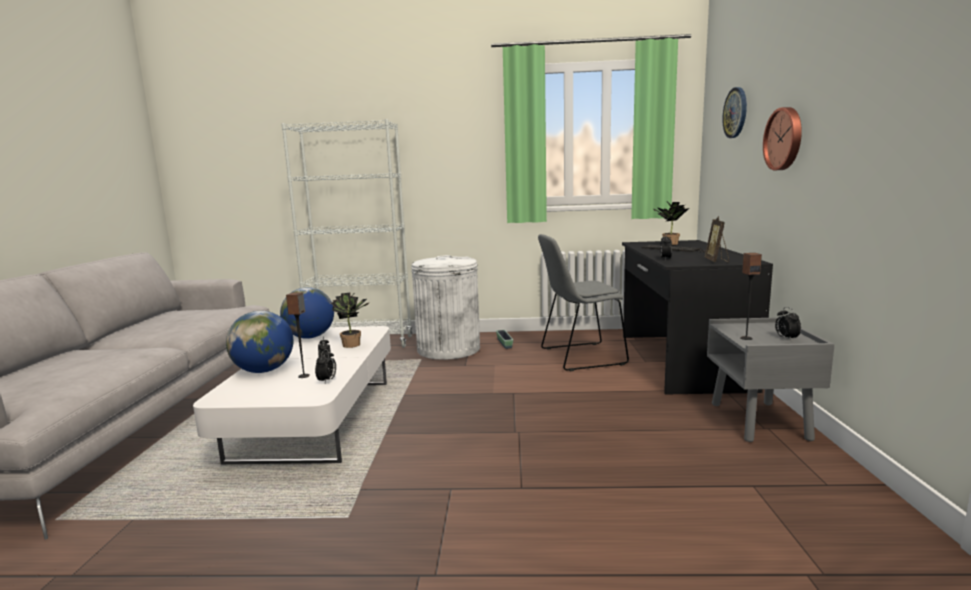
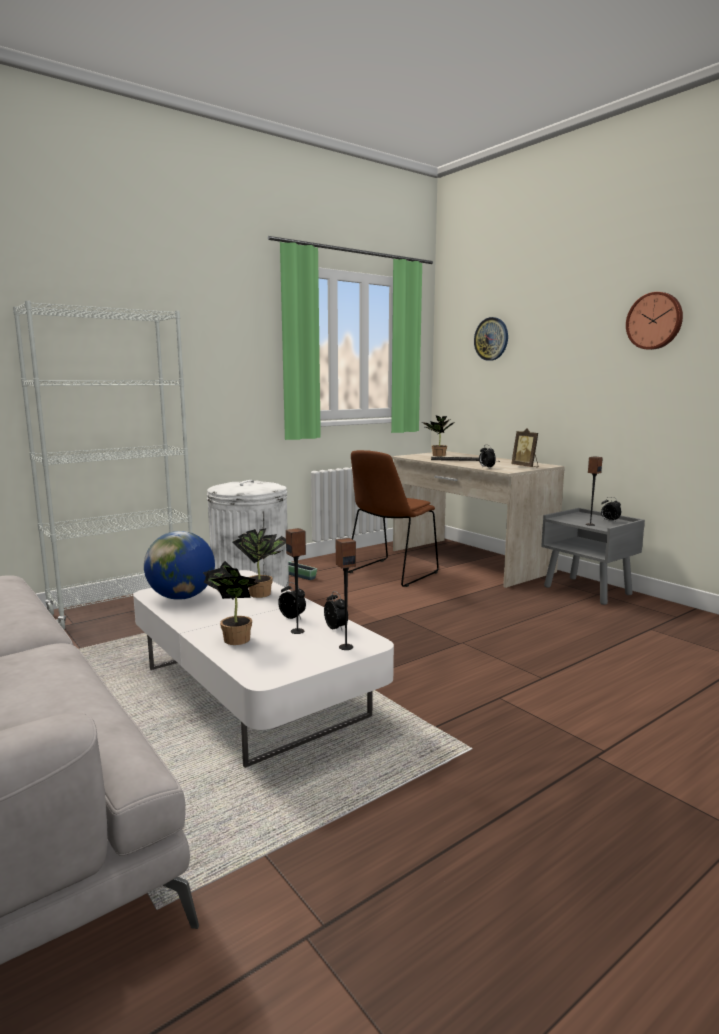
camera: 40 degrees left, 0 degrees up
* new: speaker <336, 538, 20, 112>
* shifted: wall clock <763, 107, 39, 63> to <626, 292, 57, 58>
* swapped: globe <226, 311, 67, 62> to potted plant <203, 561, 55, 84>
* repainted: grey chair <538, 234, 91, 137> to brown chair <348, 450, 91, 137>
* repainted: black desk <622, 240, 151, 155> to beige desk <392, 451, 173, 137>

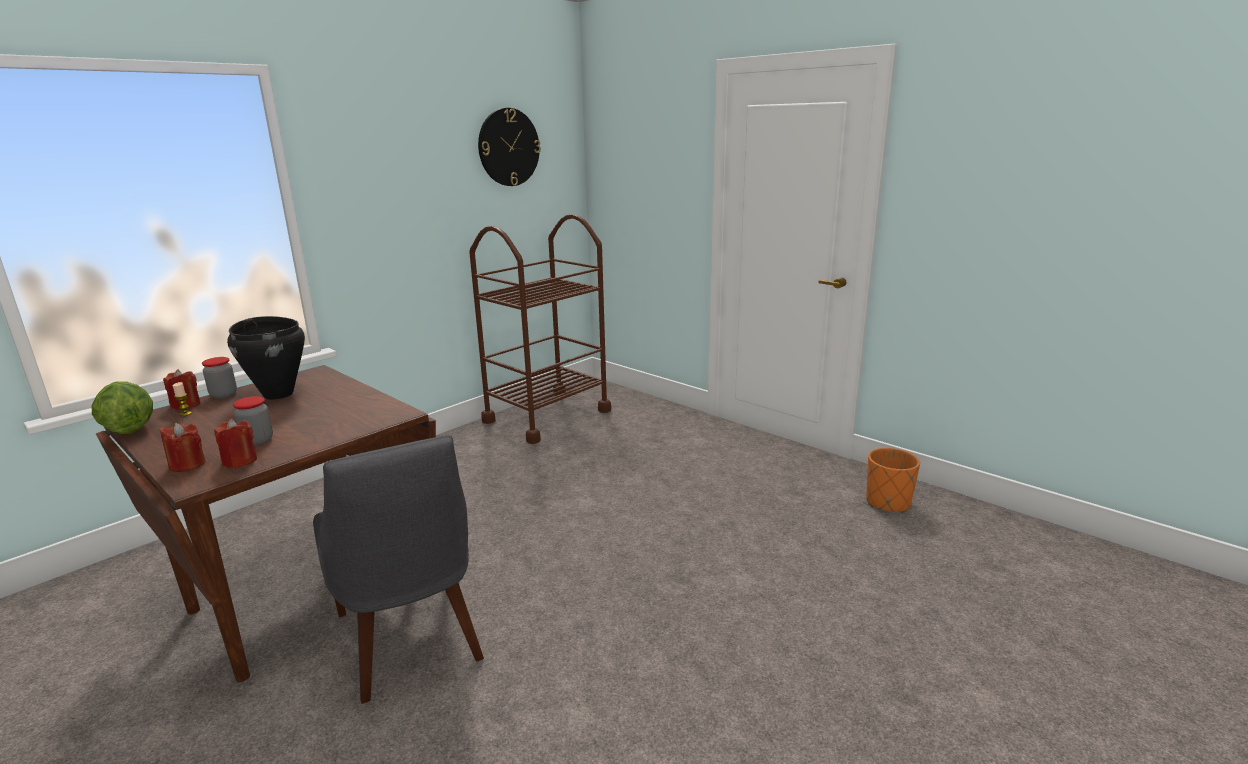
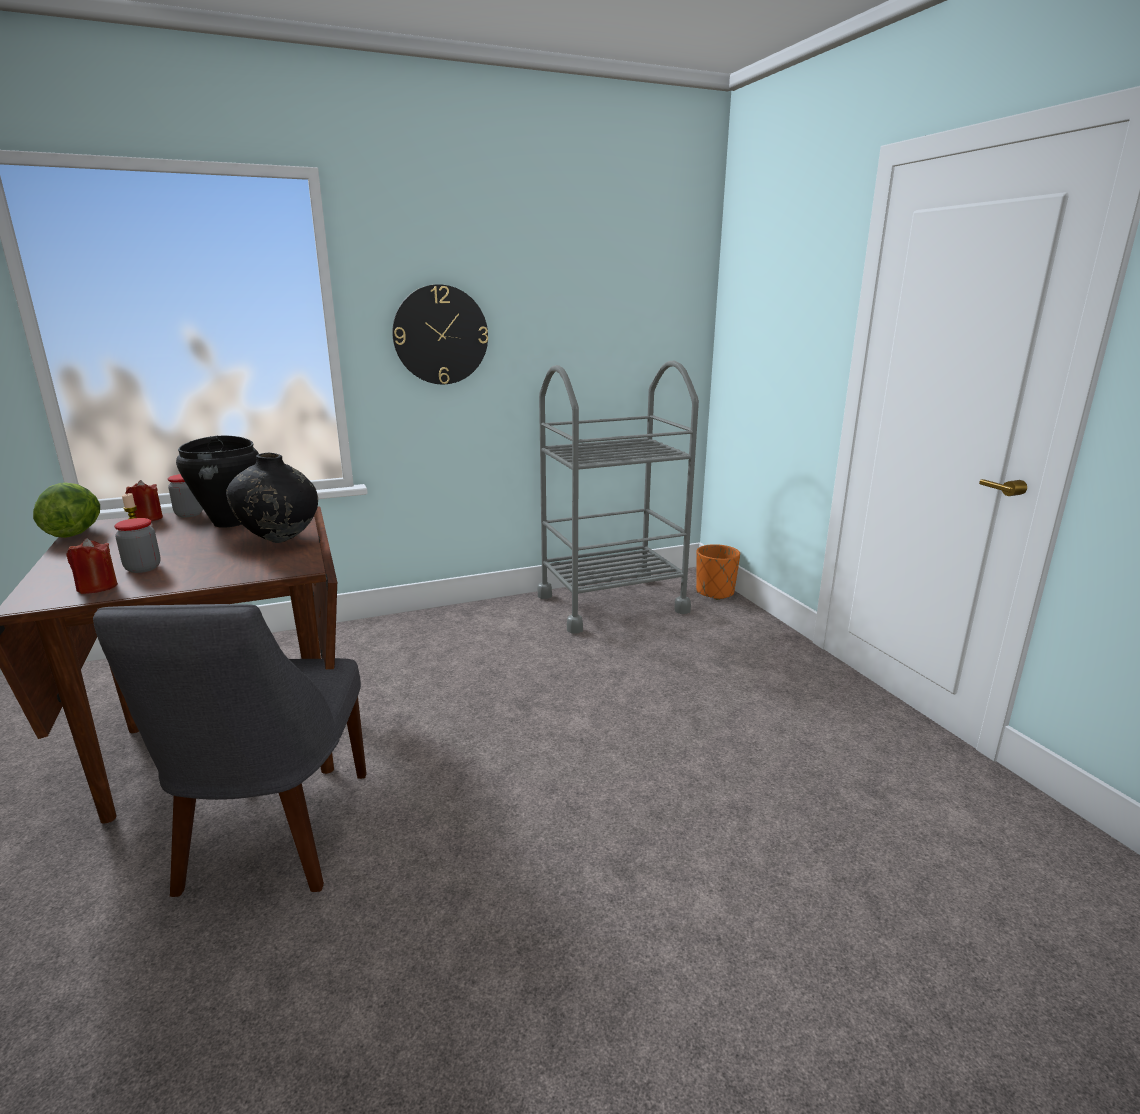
camera: 25 degrees right, 0 degrees up
* gone: red candle <160, 423, 45, 49>
* new: black vase <226, 453, 92, 90>
* shifted: wall clock <478, 108, 63, 78> to <392, 284, 96, 100>
* shifted: orange planter <866, 448, 54, 65> to <696, 544, 44, 56>
* repainted: brown cart <469, 214, 142, 230> to grey cart <538, 361, 161, 273>

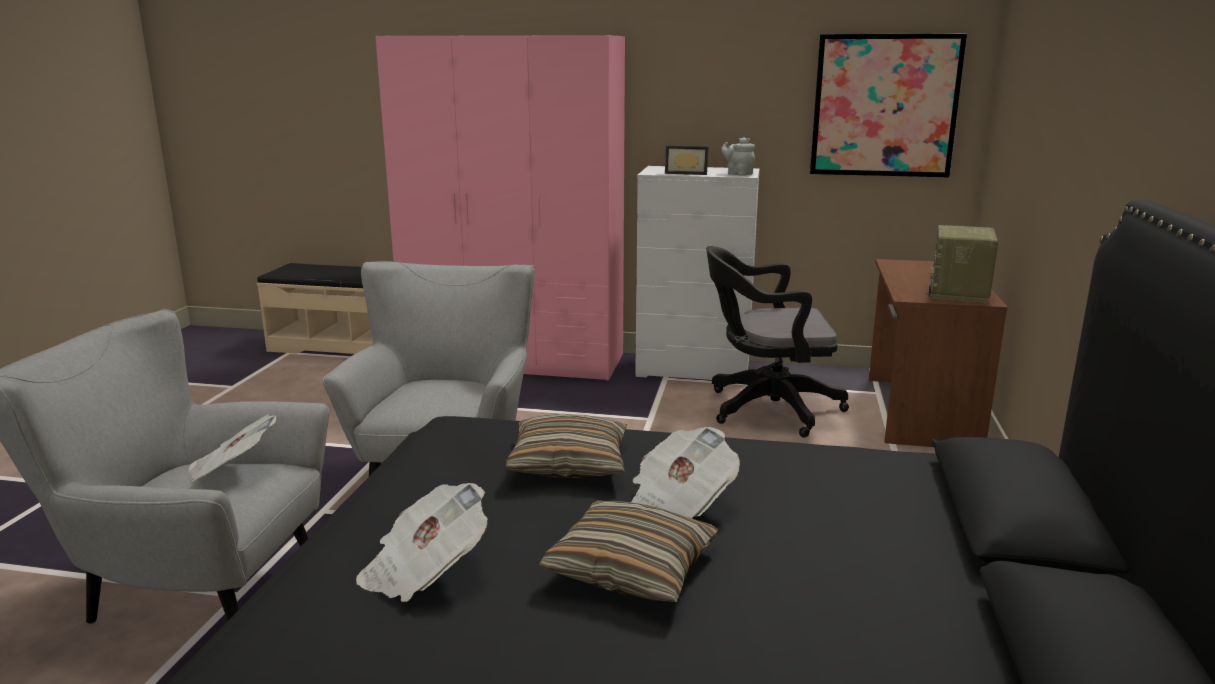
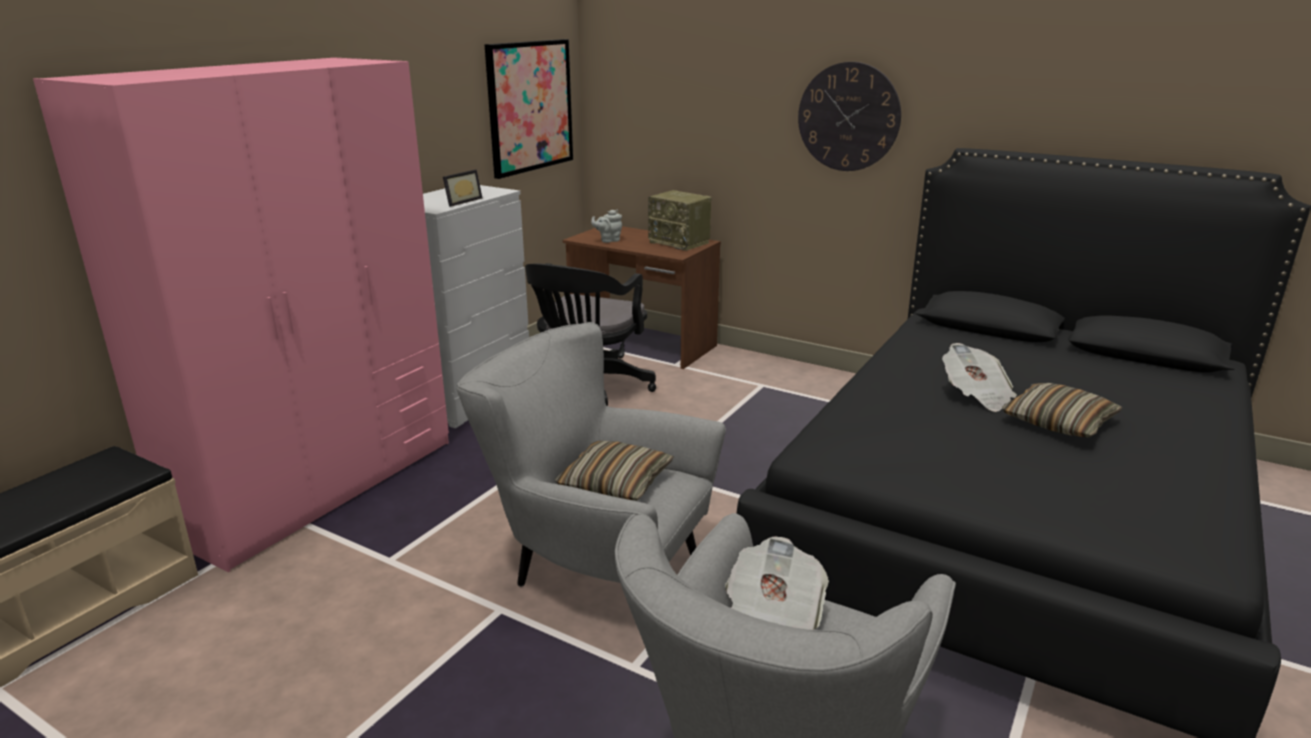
camera: 70 degrees left, 5 degrees up
* gone: newspaper <356, 483, 132, 119>
* new: wall clock <798, 62, 103, 109>
* shifted: pillow <506, 414, 121, 64> to <555, 441, 119, 60>
* shifted: grey teapot <721, 137, 34, 39> to <591, 210, 31, 33>

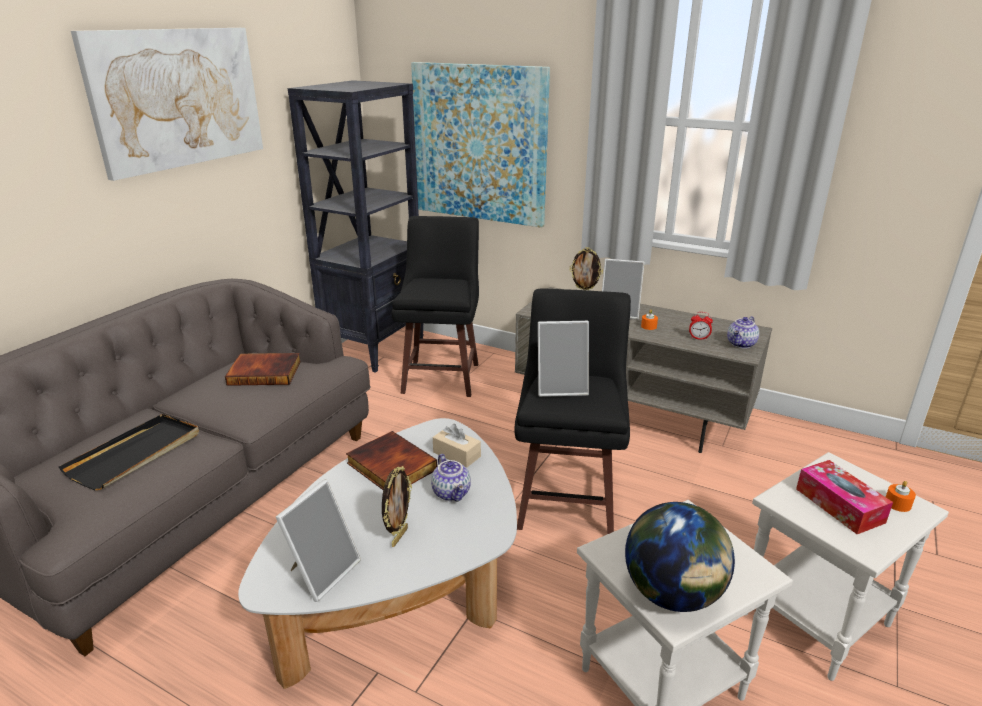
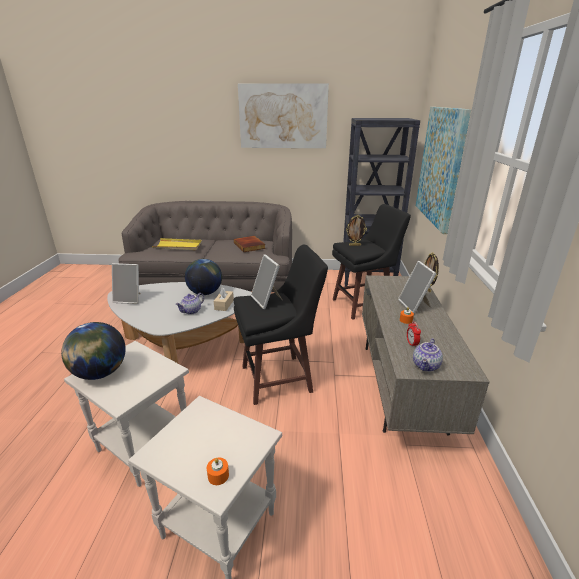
camera: 65 degrees right, 0 degrees up
* gone: tissue box <796, 460, 97, 74>
* shifted: picture frame <382, 466, 30, 81> to <346, 215, 21, 31>
* swapped: book <346, 431, 91, 59> to globe <185, 259, 37, 36>
* repainted: black tray <59, 414, 140, 76> to yellow tray <152, 238, 50, 12>
* rotated: teapot <727, 316, 32, 33> = <413, 338, 30, 34> 75 degrees counterclockwise

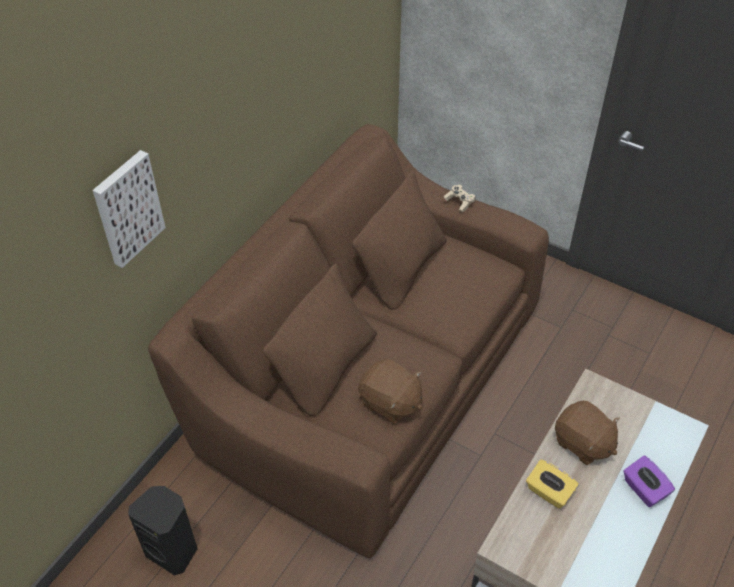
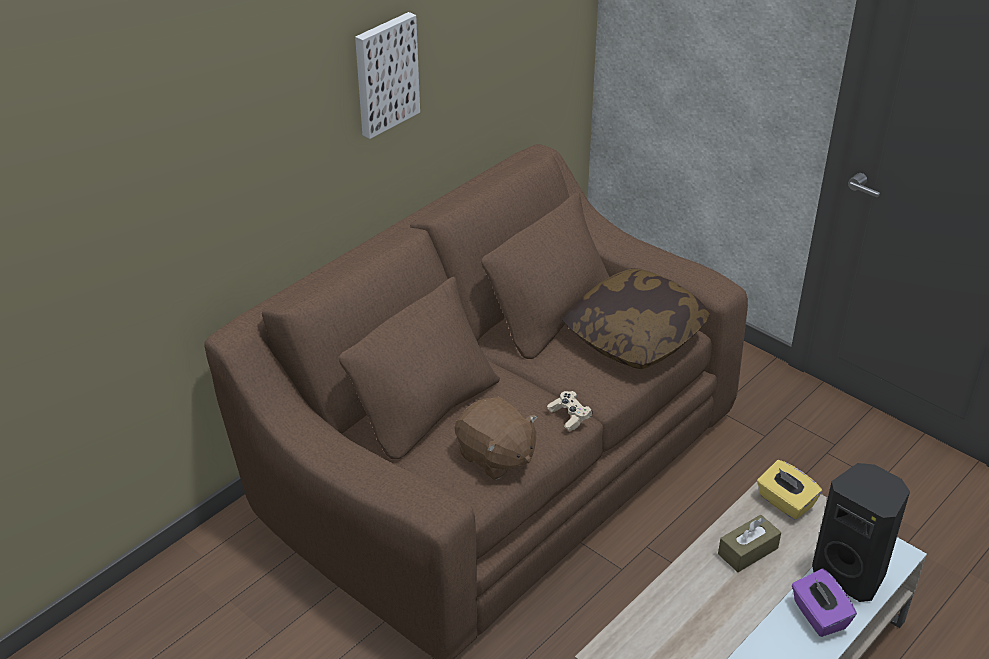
camera: 10 degrees right, 10 degrees down
* new: pillow <562, 268, 148, 101>
* shifted: picture <93, 150, 73, 118> to <355, 12, 65, 127>
* shifted: black speaker <129, 486, 69, 89> to <812, 463, 98, 139>
* shifted: beige game controller <444, 185, 32, 27> to <547, 391, 46, 41>
* shifted: yellow tissue box <526, 459, 53, 50> to <757, 460, 65, 60>
* swapped: brown plush toy <555, 401, 65, 64> to brown tissue box <718, 515, 63, 57>

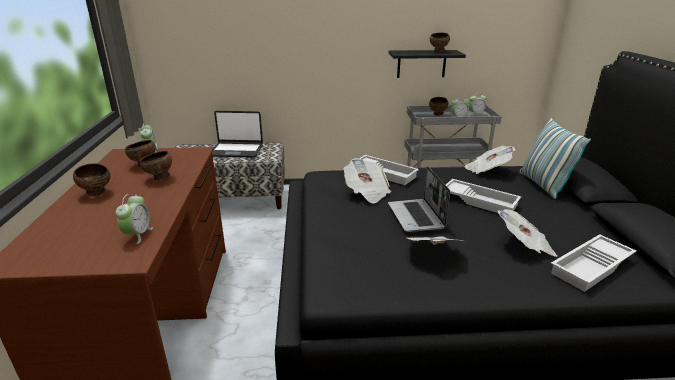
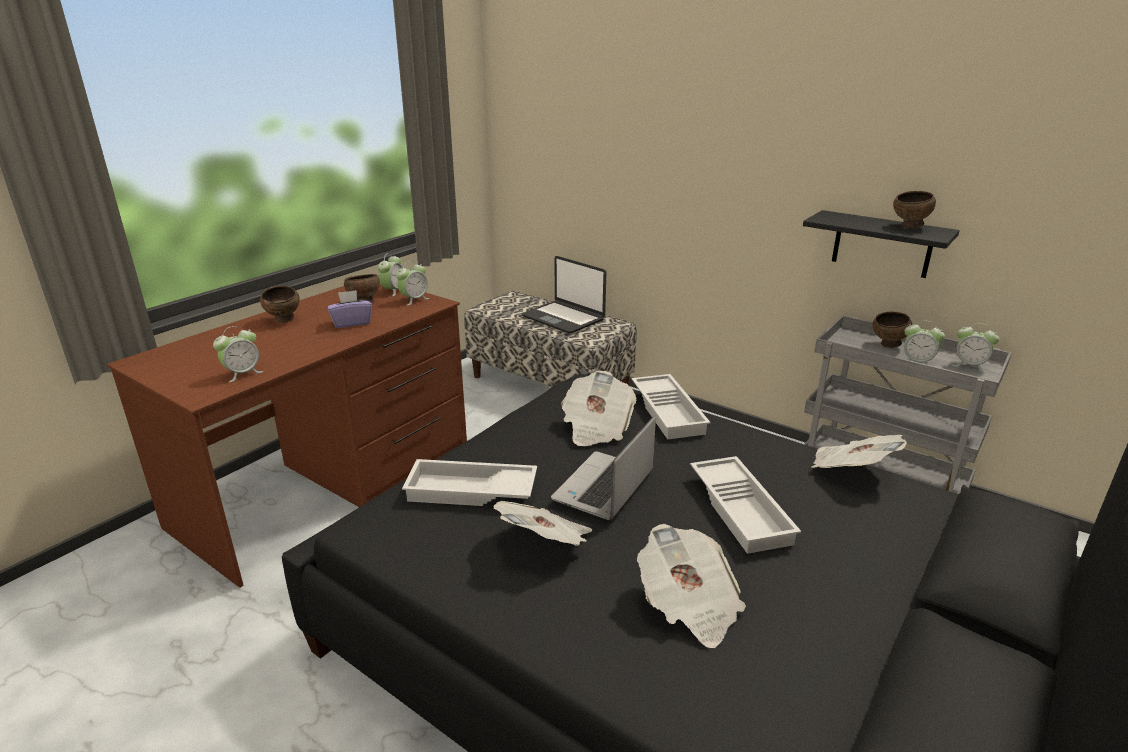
camera: 40 degrees right, 0 degrees up
* gone: pillow <519, 117, 72, 82>
* new: alarm clock <396, 261, 34, 44>
* shifted: white tray <551, 234, 86, 58> to <402, 459, 135, 47>
* swapped: brown bowl <140, 151, 32, 29> to purple tissue box <328, 290, 44, 38>

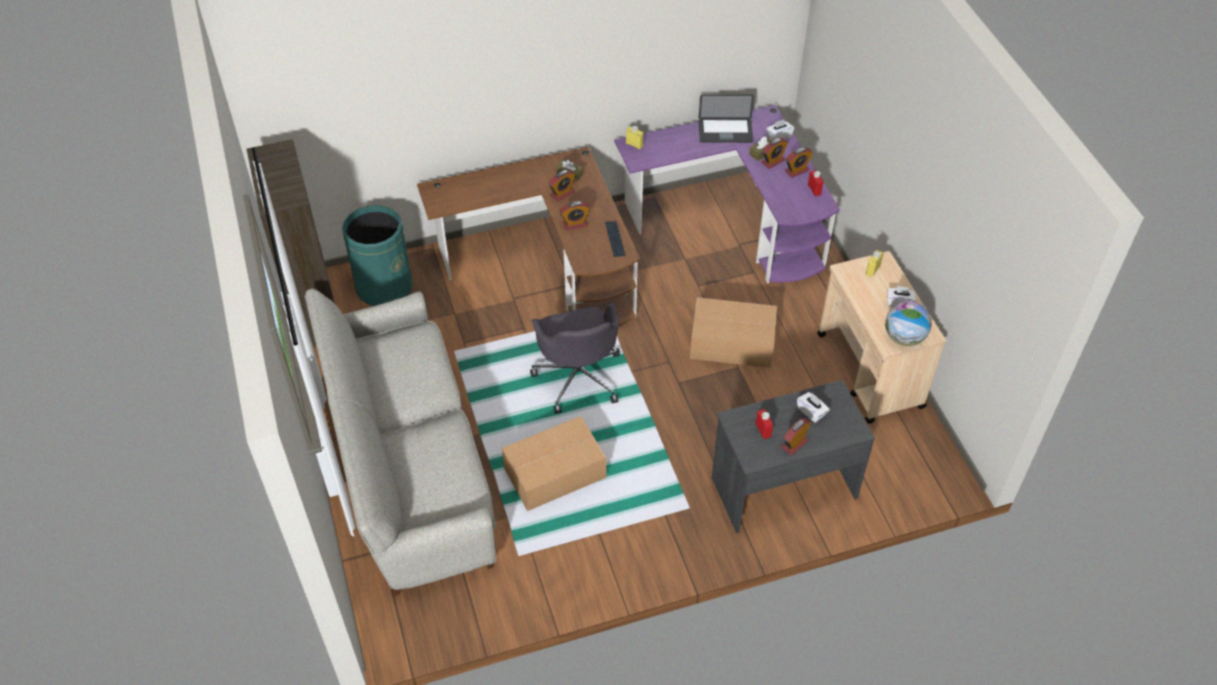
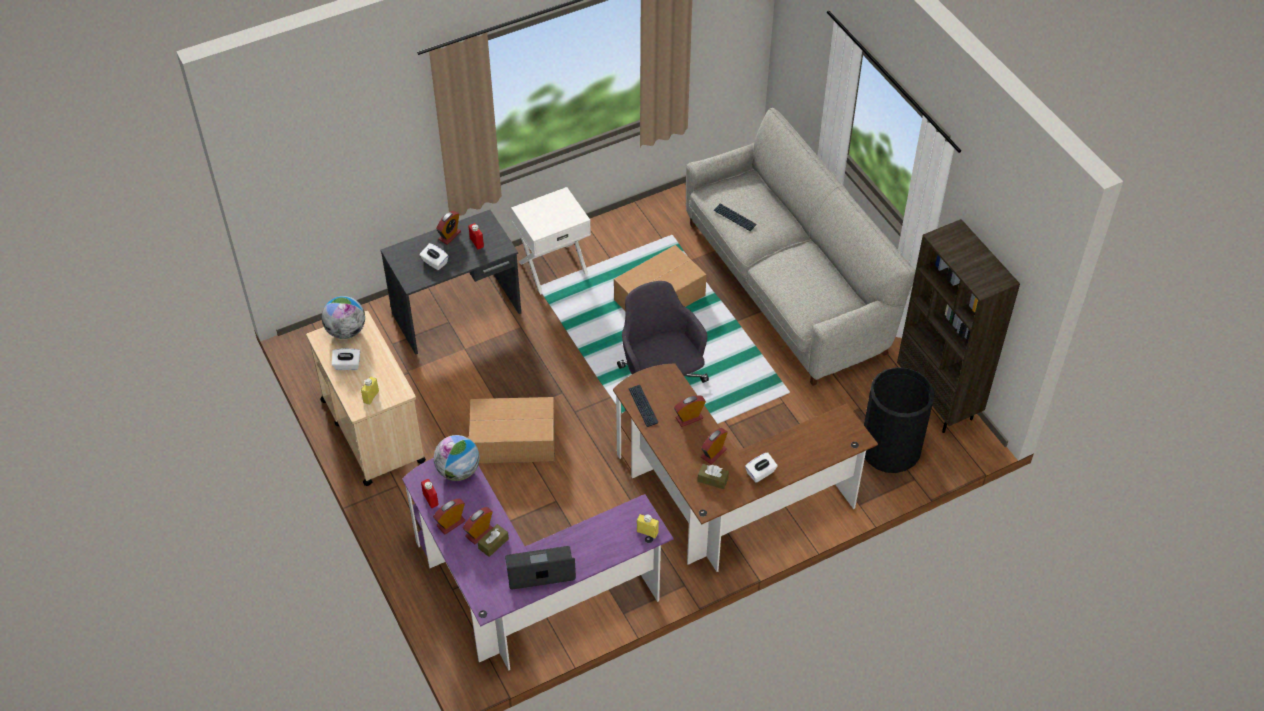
camera: 170 degrees right, 0 degrees up
* new: globe <434, 435, 46, 46>
* new: white nightstand <511, 187, 80, 108>
* new: keyboard <713, 204, 43, 27>
* shifted: white tissue box <766, 119, 28, 22> to <745, 452, 33, 31>
* repainted: green trash can <342, 205, 71, 101> to black trash can <864, 367, 71, 106>

